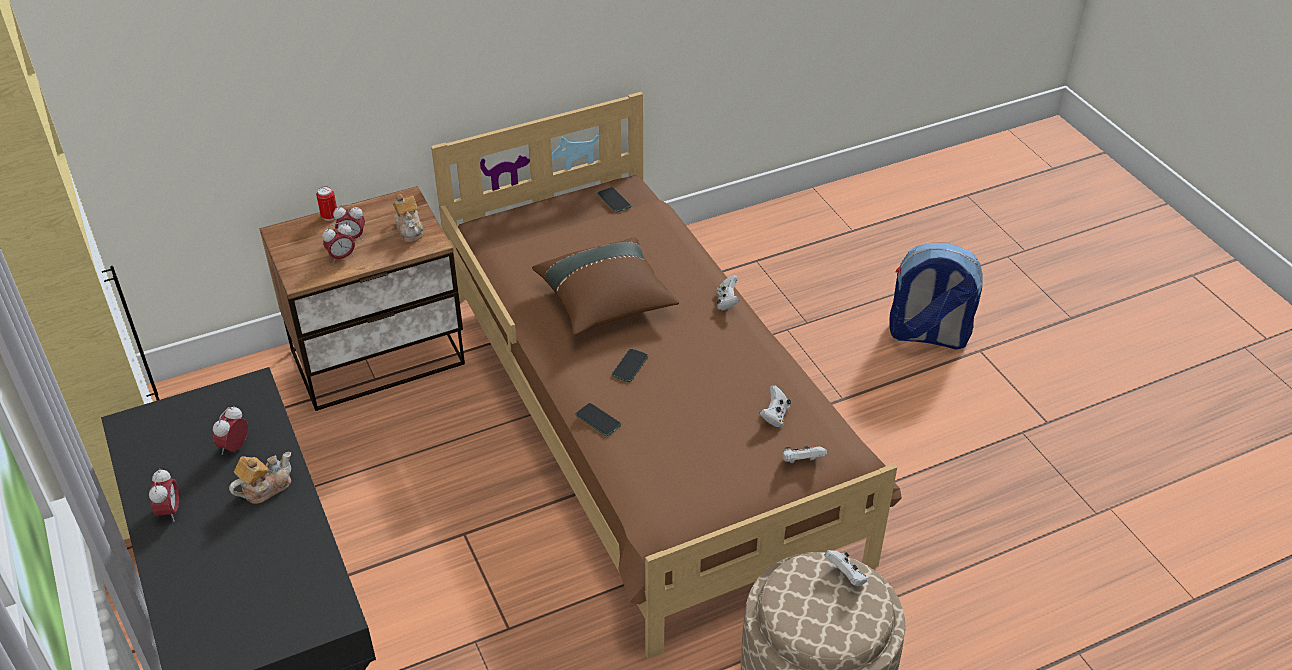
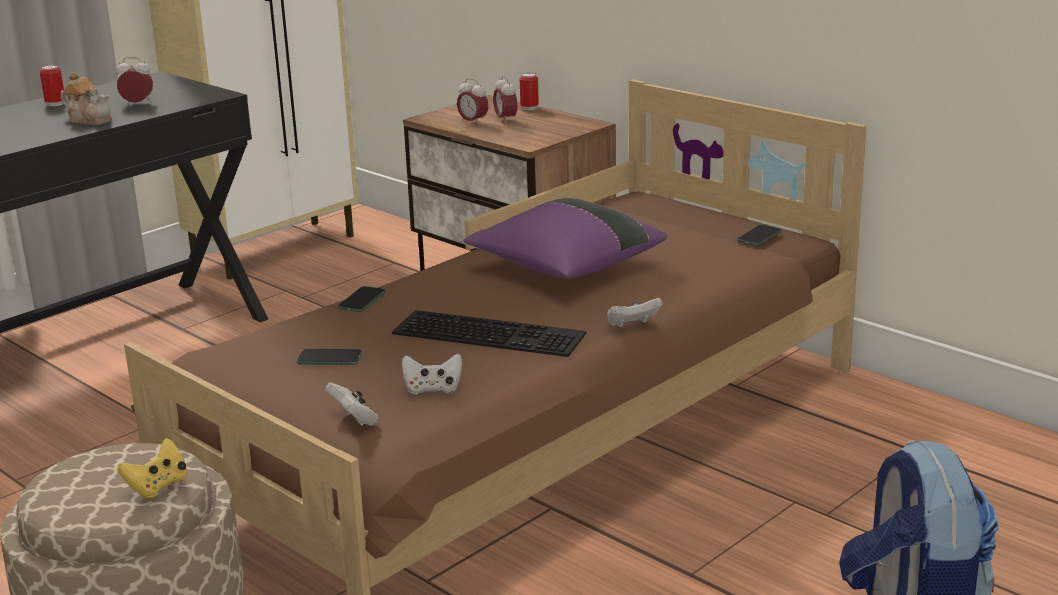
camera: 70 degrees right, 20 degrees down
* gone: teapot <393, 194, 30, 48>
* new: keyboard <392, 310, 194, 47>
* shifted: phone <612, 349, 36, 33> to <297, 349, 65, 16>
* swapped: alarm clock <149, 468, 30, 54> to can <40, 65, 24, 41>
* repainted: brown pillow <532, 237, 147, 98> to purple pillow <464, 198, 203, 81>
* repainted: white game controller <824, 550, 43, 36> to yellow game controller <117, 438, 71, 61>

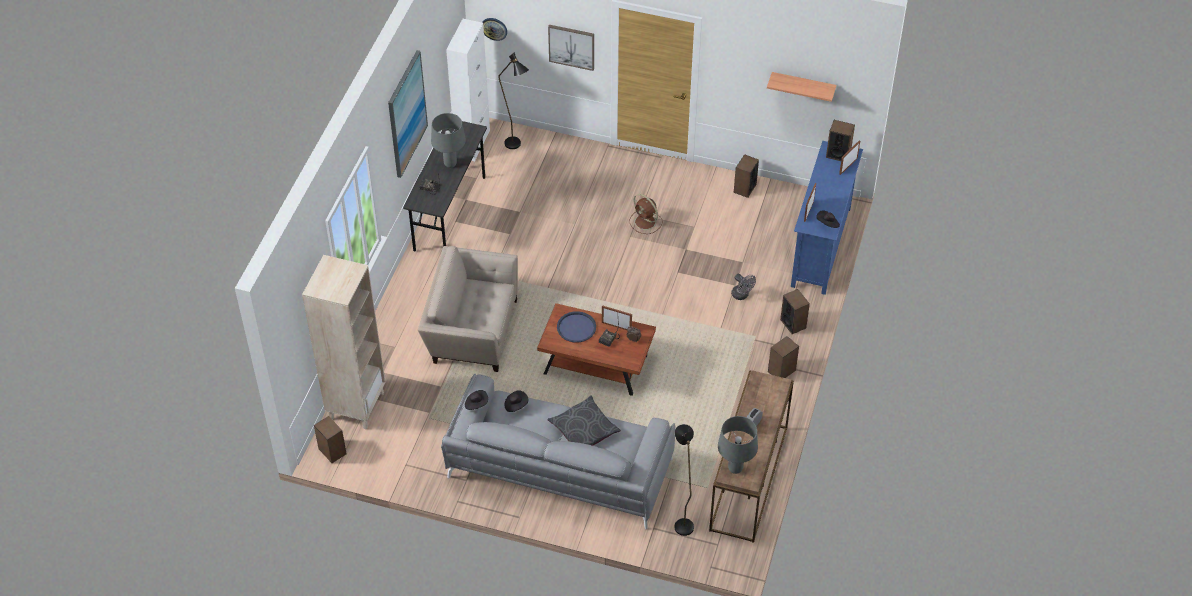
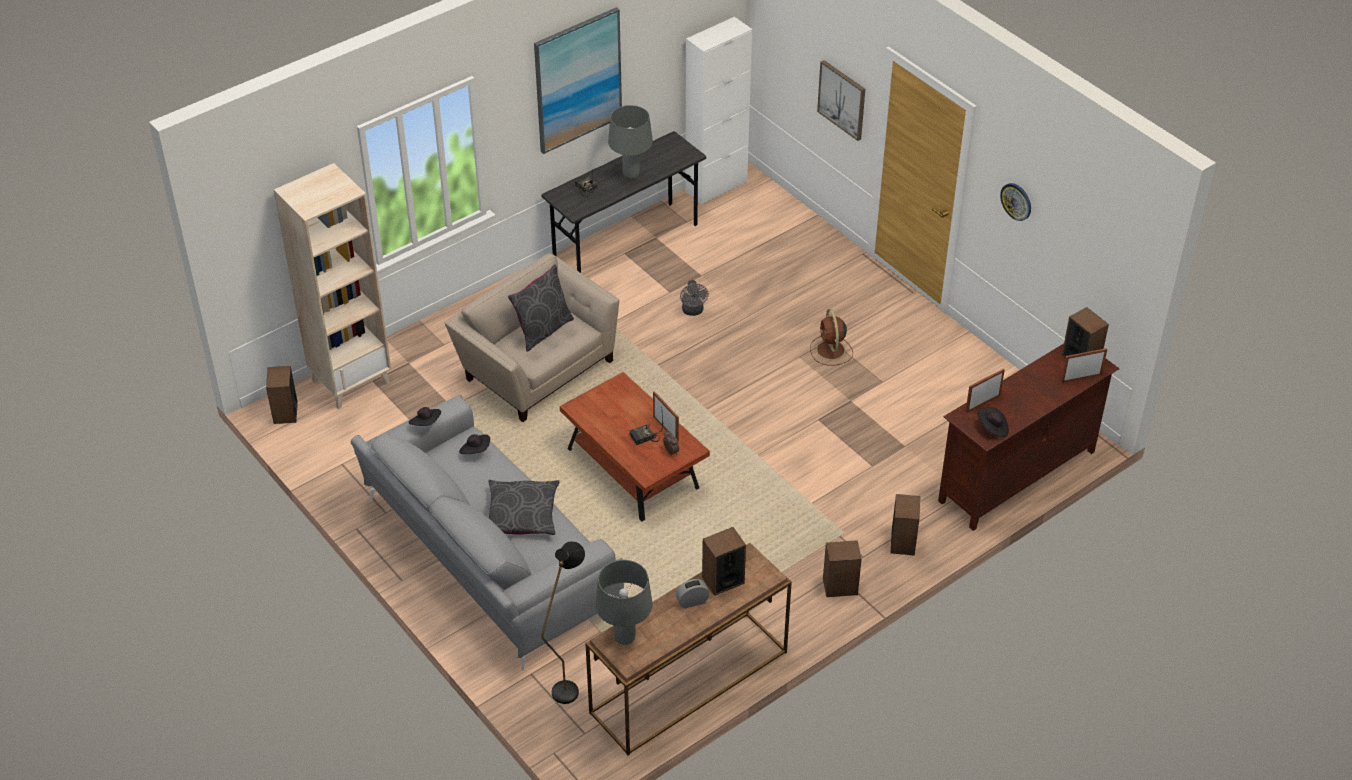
camera: 35 degrees right, 5 degrees down
* gone: black floor lamp <498, 52, 31, 97>
* gone: blue tray <557, 311, 39, 32>
* gone: shelf <767, 72, 69, 30>
* new: grey pillow <508, 264, 66, 88>
* shifted: wall clock <482, 18, 25, 23> to <1000, 183, 31, 38>
* shifted: grey fan <731, 274, 25, 26> to <680, 280, 29, 36>
* shifted: speaker <734, 154, 25, 44> to <702, 527, 44, 69>
* repainted: blue tv stand <791, 141, 72, 154> to brown tv stand <938, 344, 181, 187>

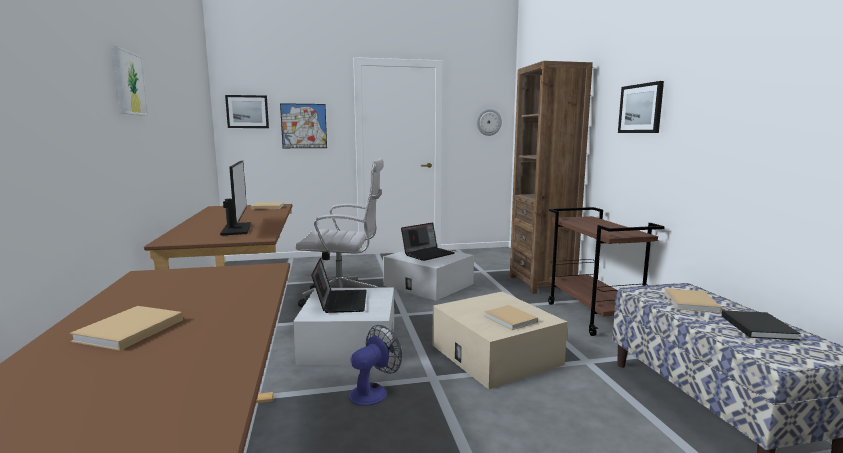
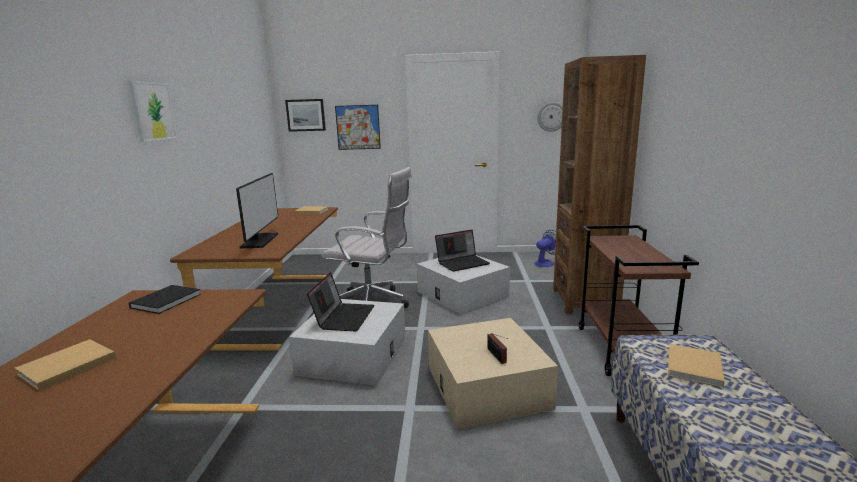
camera: 15 degrees right, 5 degrees up
* gone: picture <618, 81, 46, 52>
* shifted: fan <349, 325, 53, 81> to <534, 230, 22, 37>
* shifted: black book <722, 310, 79, 30> to <129, 285, 72, 29>
* swapped: beige book <484, 305, 54, 25> to radio <487, 333, 21, 31>

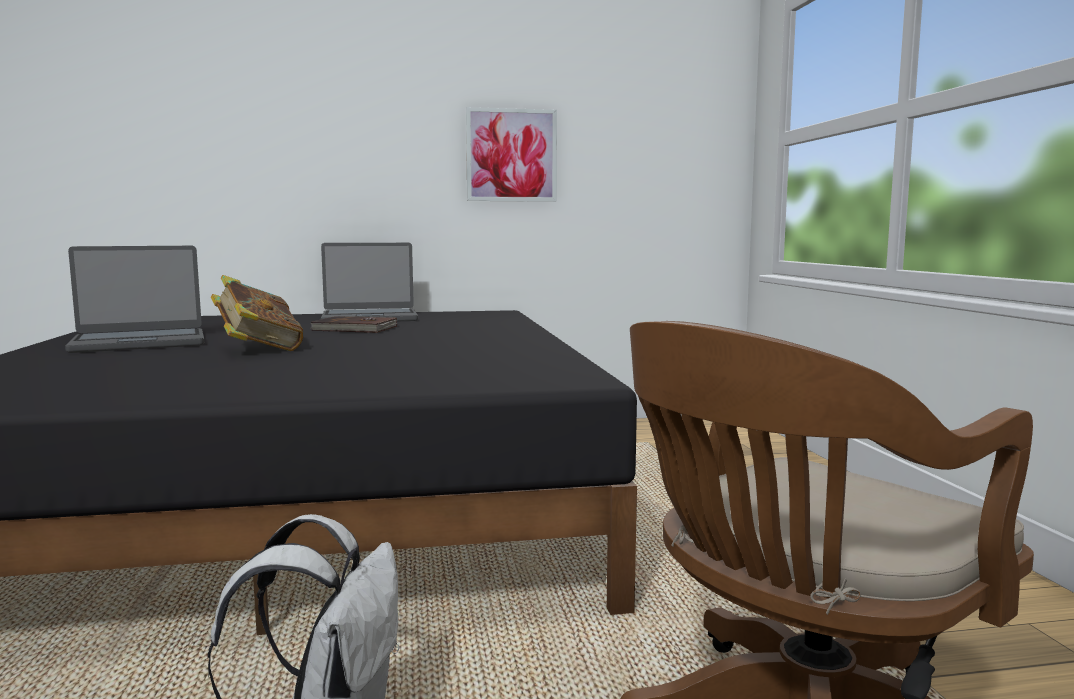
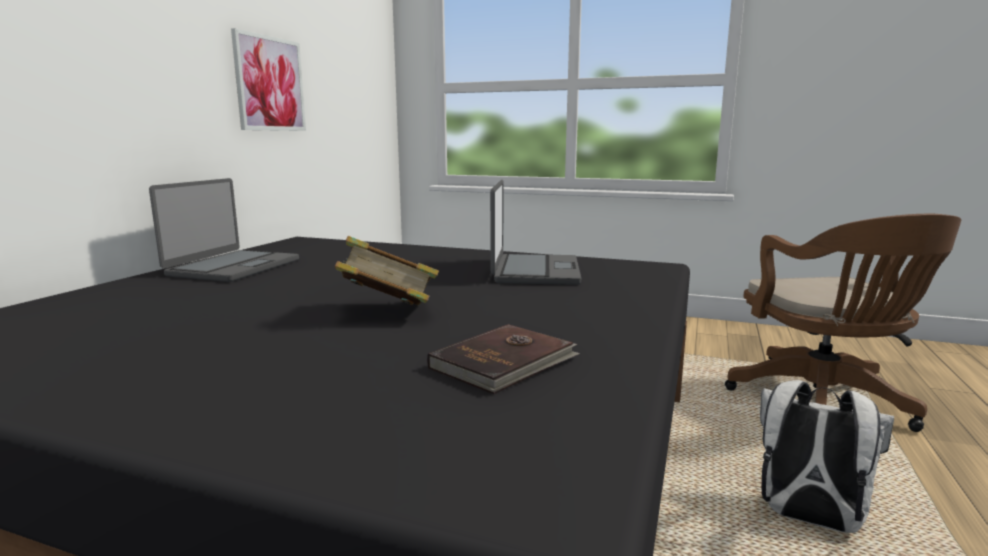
camera: 60 degrees left, 5 degrees up
* shifted: laptop <65, 246, 139, 107> to <490, 180, 91, 105>
* shifted: brown book <311, 316, 86, 17> to <427, 324, 153, 70>

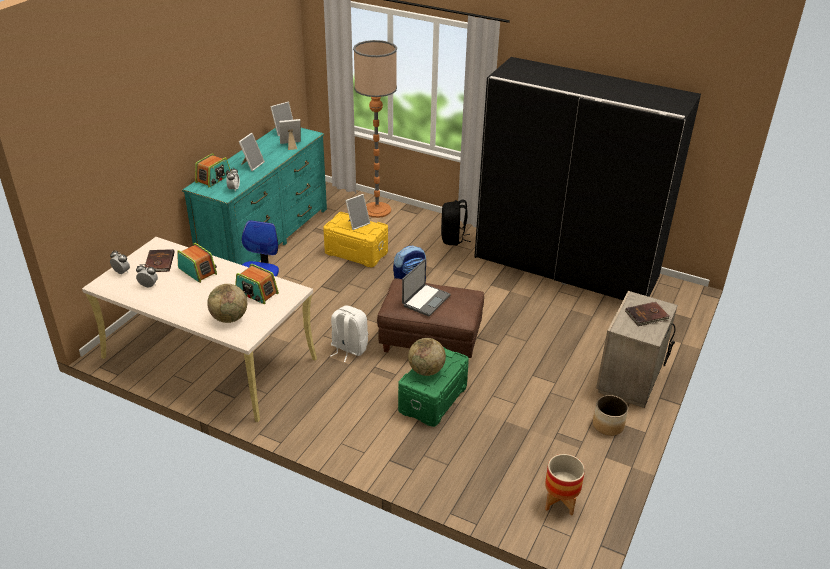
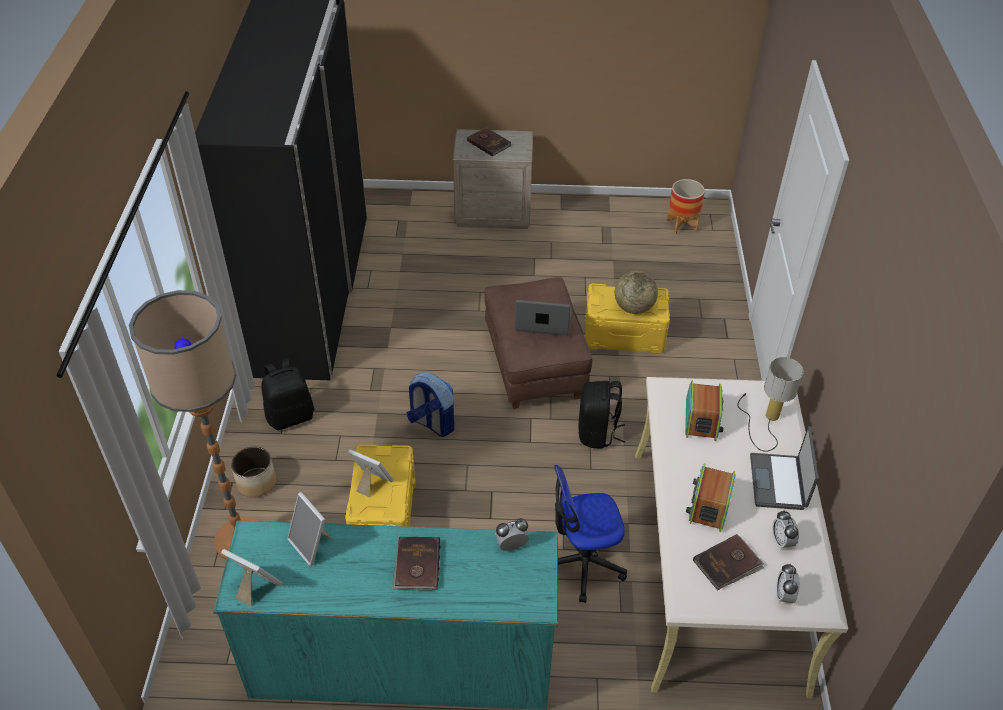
camera: 115 degrees left, 10 degrees up
* gone: radio <195, 153, 35, 34>
* new: laptop <750, 426, 69, 84>
* shifted: planter <593, 395, 35, 41> to <231, 446, 45, 52>
* swapped: globe <207, 284, 40, 39> to table lamp <737, 357, 67, 95>
* swapped: picture frame <239, 133, 26, 38> to brown book <392, 537, 48, 53>
* repainted: white backpack <331, 305, 37, 57> to black backpack <578, 381, 47, 67>
* repainted: green storage box <398, 347, 71, 80> to yellow storage box <585, 284, 85, 70>

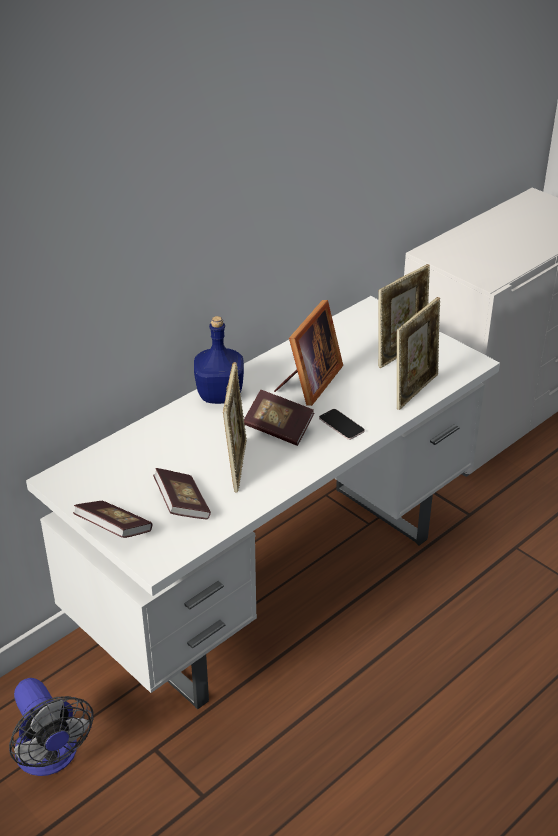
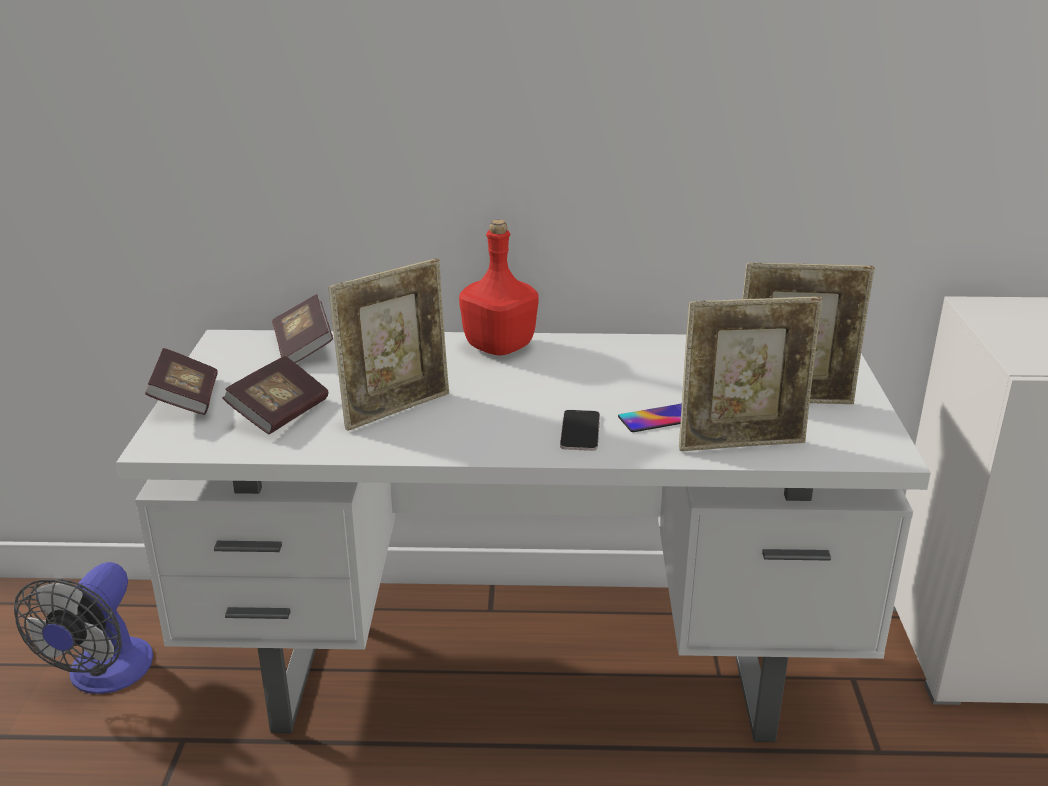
camera: 45 degrees right, 10 degrees down
* gone: picture frame <274, 300, 69, 106>
* new: phone <618, 404, 64, 28>
* shifted: book <244, 390, 70, 56> to <272, 294, 61, 69>
* repainted: blue bottle <194, 316, 50, 88> to red bottle <459, 220, 80, 136>

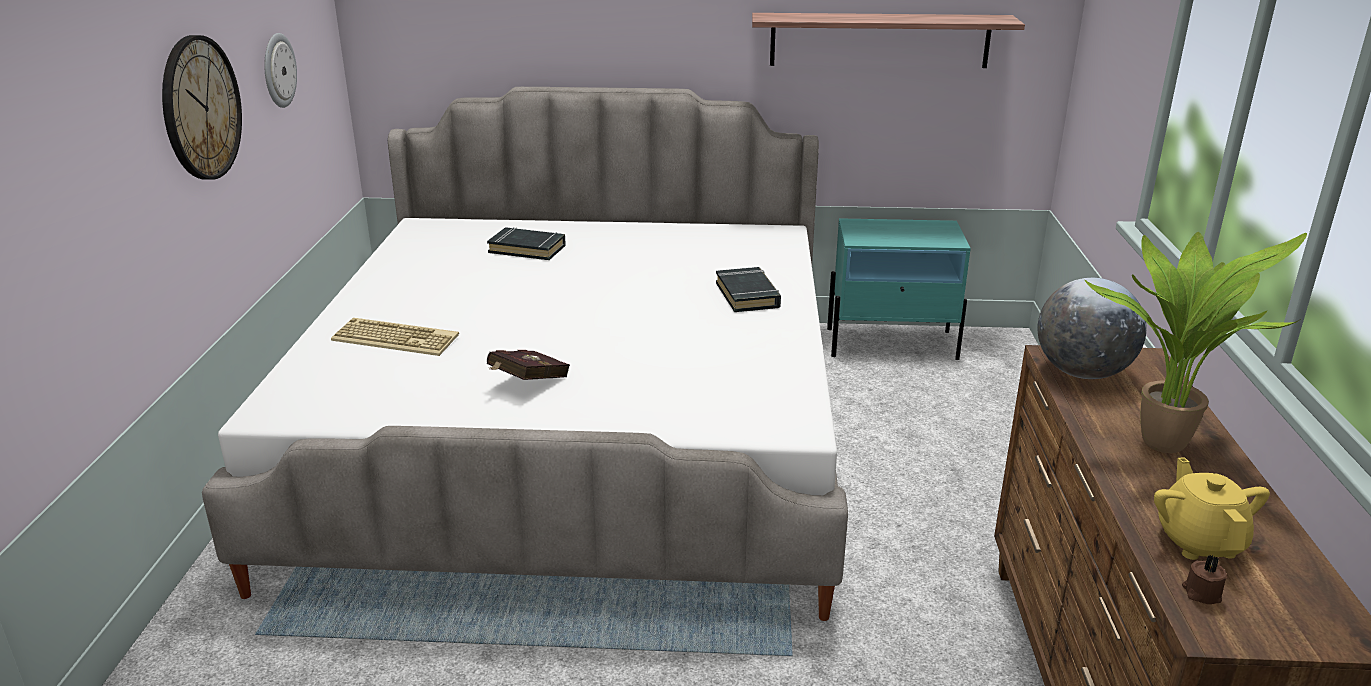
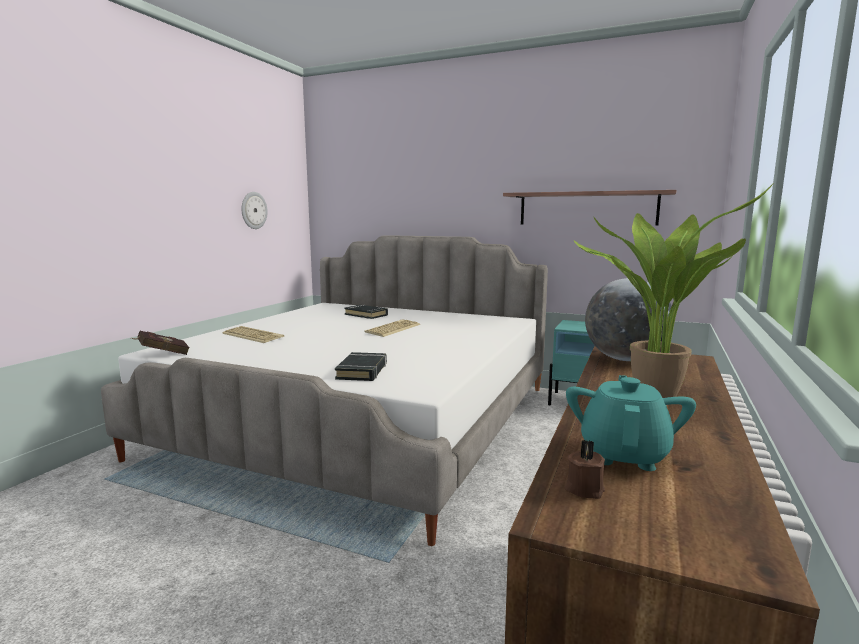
camera: 20 degrees right, 15 degrees down
* gone: wall clock <162, 35, 80, 145>
* new: keyboard <364, 320, 56, 17>
* shifted: red book <487, 350, 83, 30> to <131, 331, 59, 24>
* shifted: black book <716, 267, 65, 45> to <335, 352, 52, 29>
* repainted: yellow teapot <1154, 457, 116, 103> to turquoise teapot <566, 375, 130, 96>

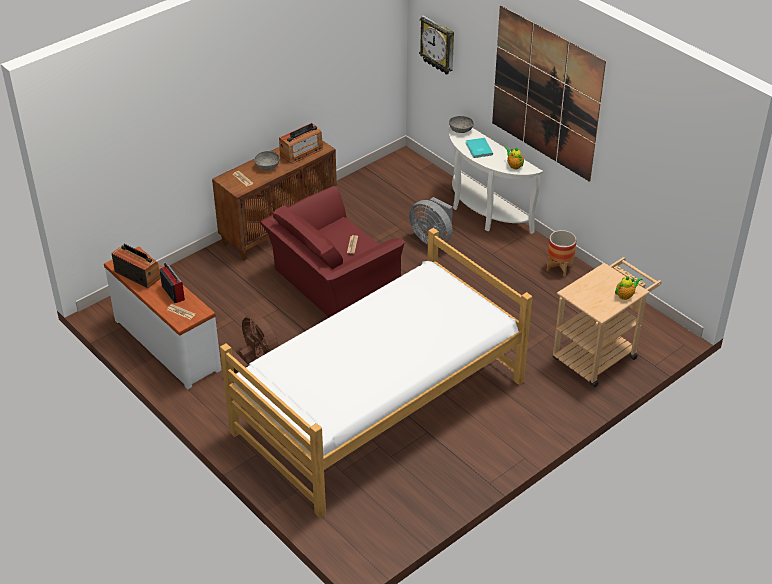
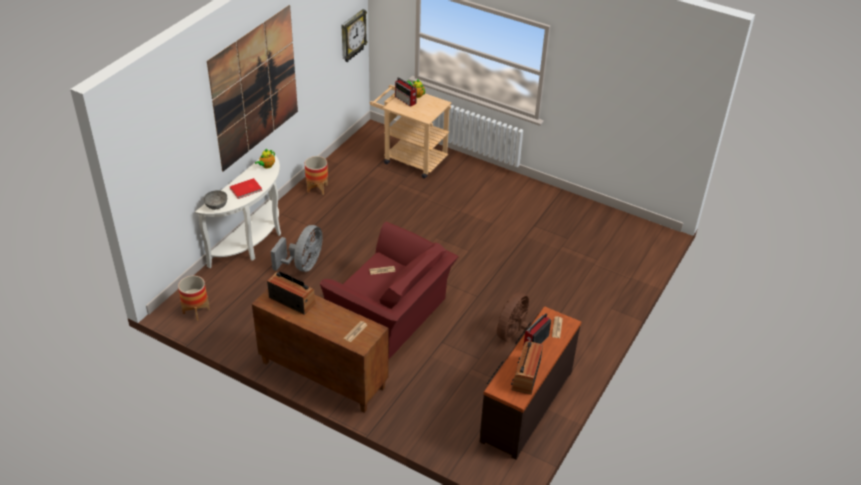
camera: 110 degrees left, 0 degrees up
* gone: bed <220, 228, 313, 290>
* gone: grey bowl <254, 151, 26, 20>
* new: planter <178, 276, 32, 45>
* new: radio <395, 77, 22, 30>
* shifted: wall clock <419, 15, 35, 60> to <341, 9, 26, 53>
* repainted: white dresser <104, 246, 117, 143> to brown dresser <479, 306, 102, 154>
* repainted: turquoise book <466, 138, 27, 20> to red book <230, 178, 32, 21>

